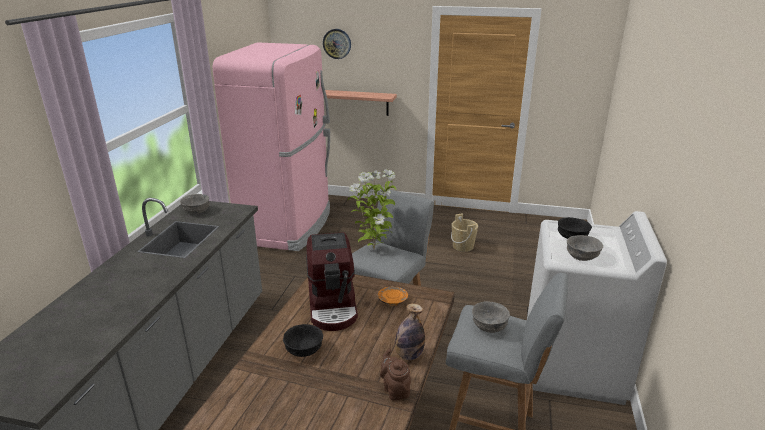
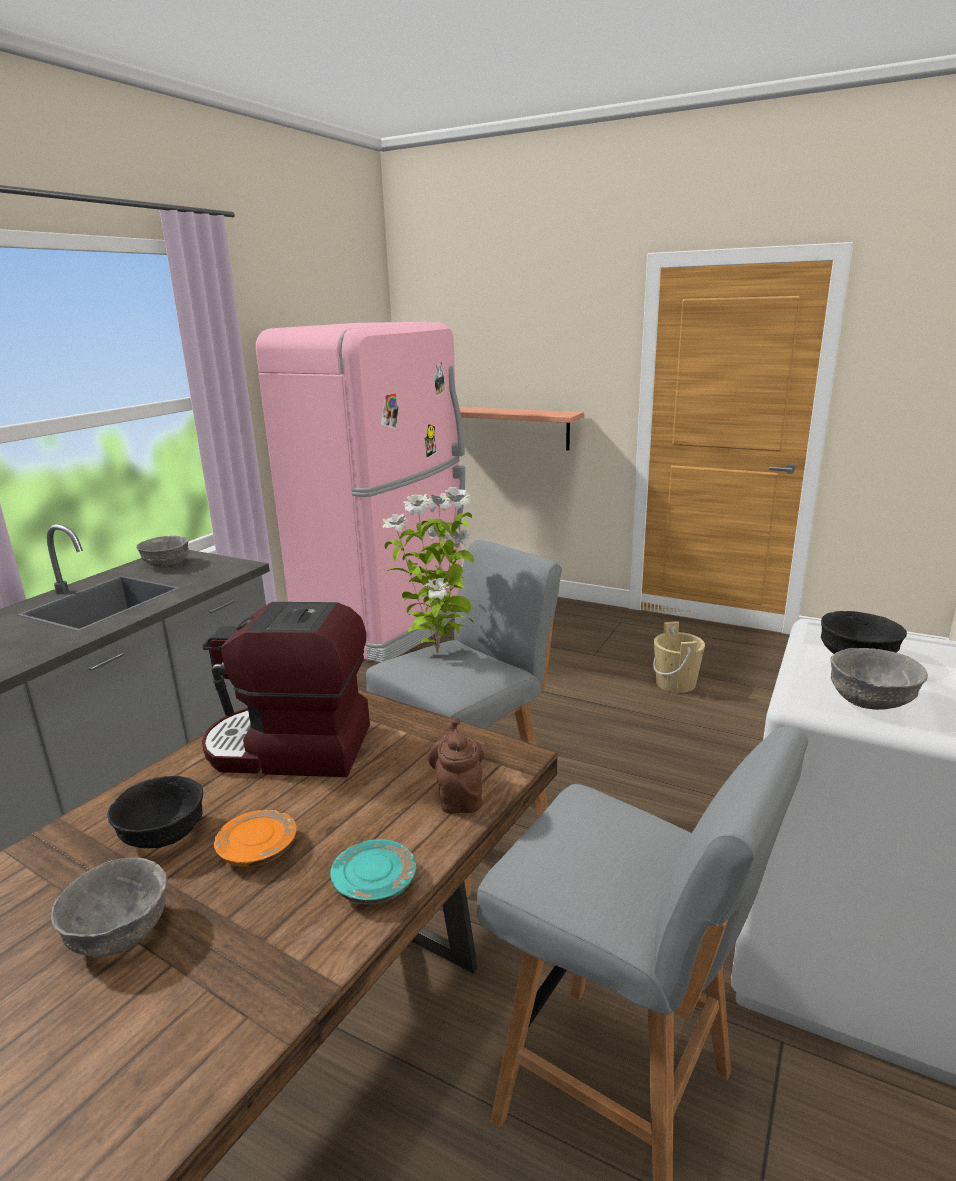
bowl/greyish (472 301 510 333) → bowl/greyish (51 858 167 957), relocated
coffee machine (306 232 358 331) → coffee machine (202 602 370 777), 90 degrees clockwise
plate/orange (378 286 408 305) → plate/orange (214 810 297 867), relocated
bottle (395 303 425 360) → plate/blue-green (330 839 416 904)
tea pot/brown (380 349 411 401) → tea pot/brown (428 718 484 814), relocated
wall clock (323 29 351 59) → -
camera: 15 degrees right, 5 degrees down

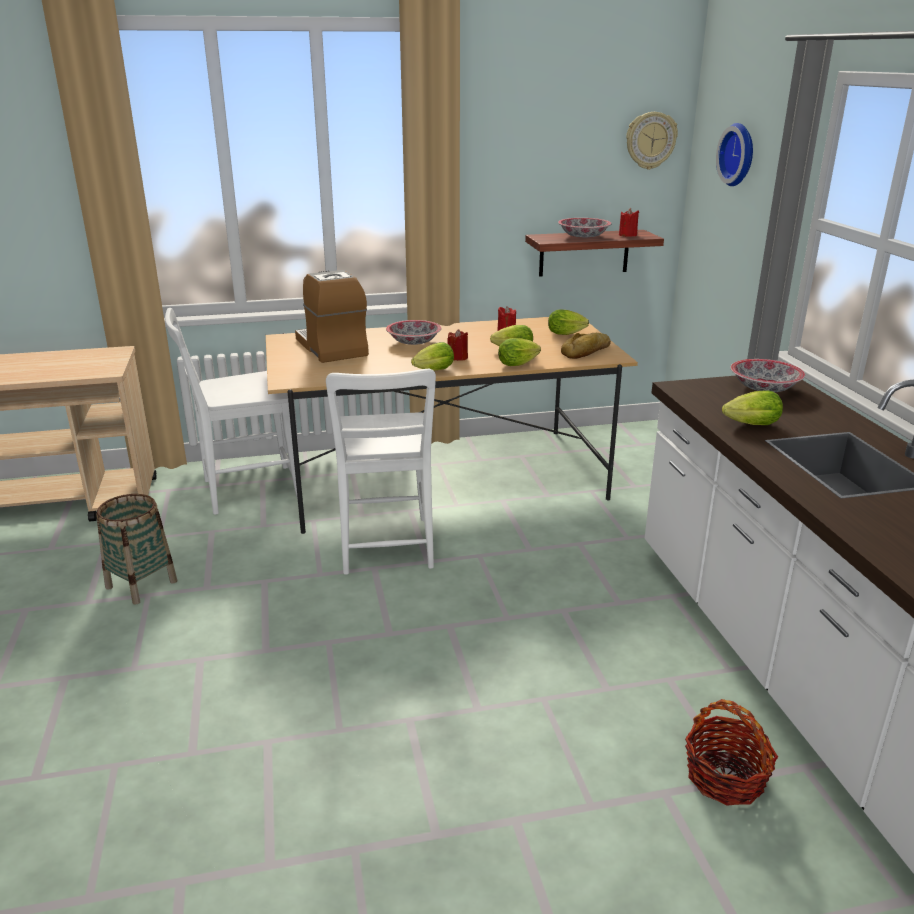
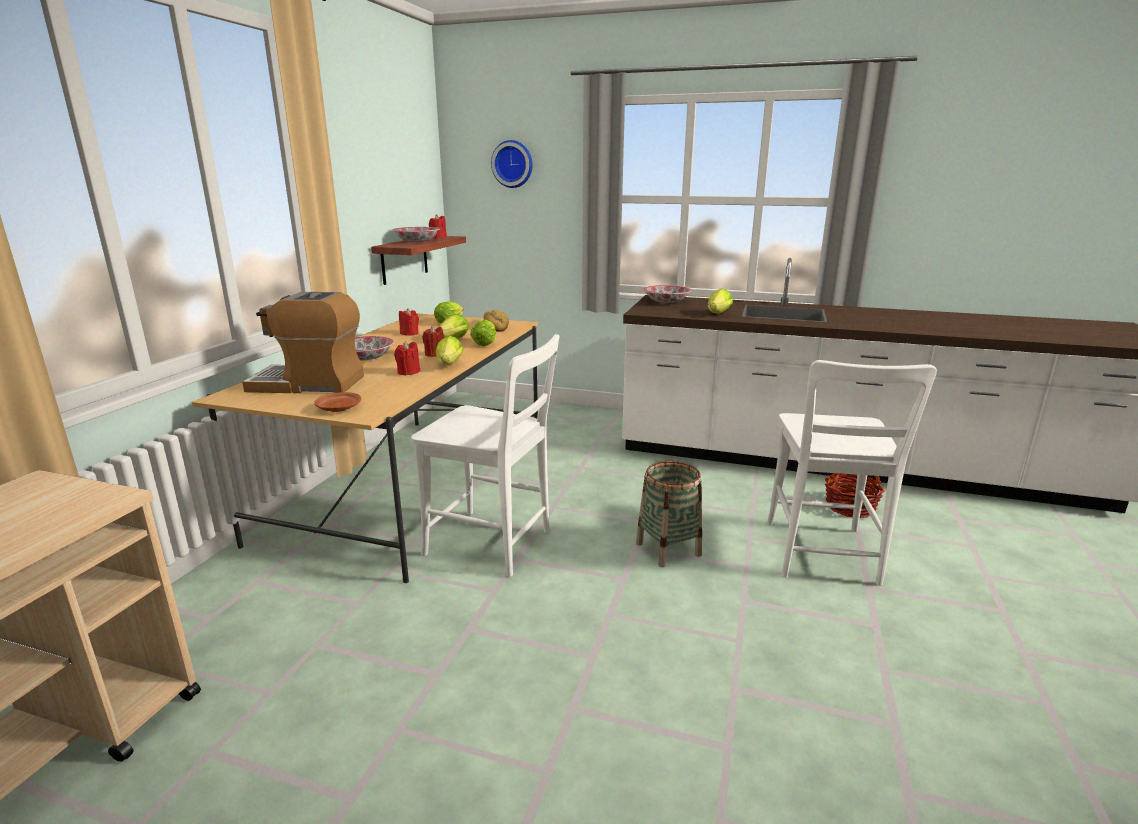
- → plate/brown (314 392 361 412)
- → candle/red-coloured (394 341 420 375)
basket (96 494 178 605) → basket (636 461 702 567), relocated
chair/whitish (165 308 298 515) → chair/whitish (767 360 937 586), relocated
wall clock (626 112 678 170) → -
camera: 60 degrees left, 5 degrees down

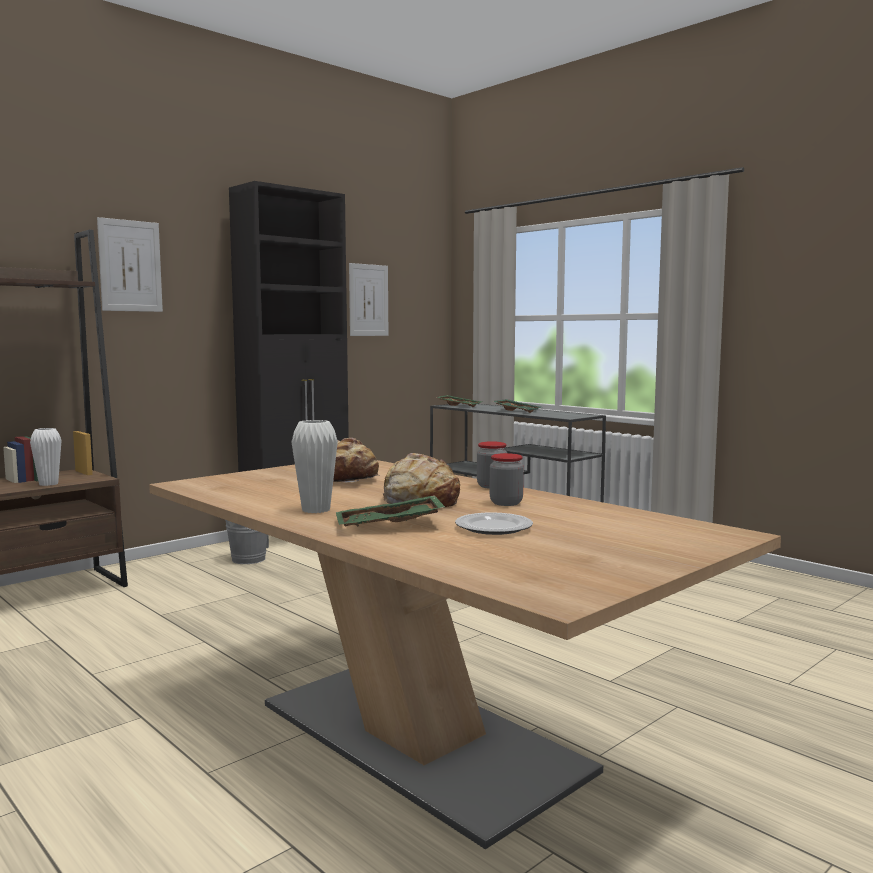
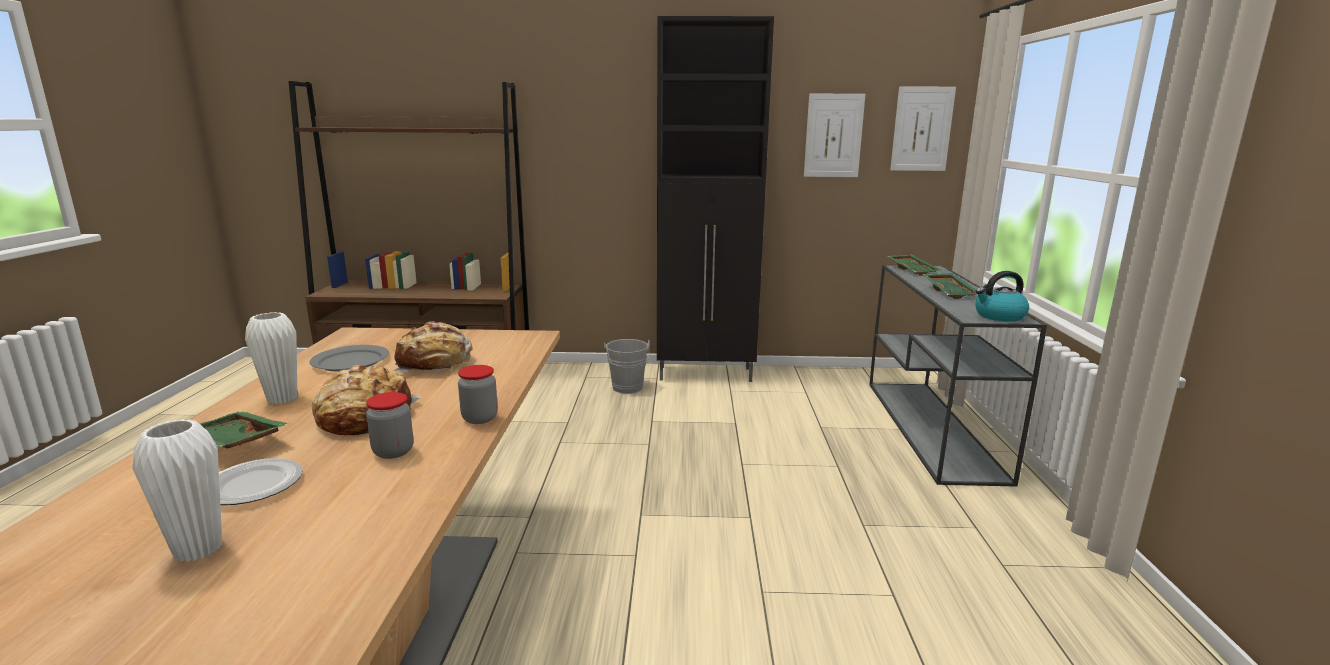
vase/whitish (30 428 62 486) → vase/whitish (132 419 222 562), relocated
- → plate/greyish (309 345 389 372)
wall art (97 217 163 312) → wall art (890 86 956 171), relocated
- → tea kettle (975 271 1029 322)
camera: 45 degrees right, 10 degrees up

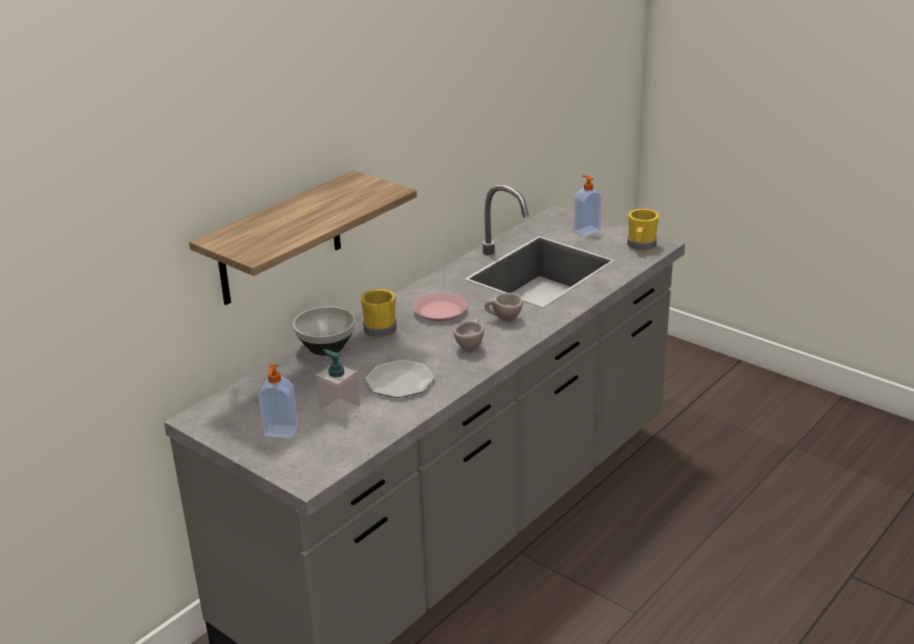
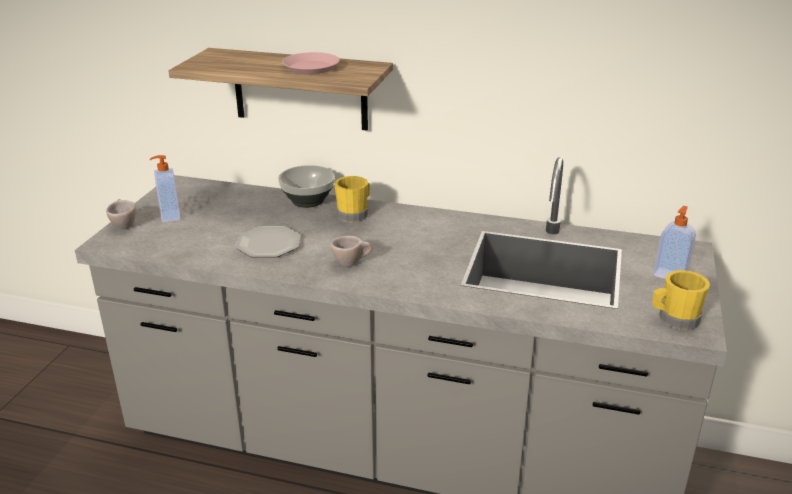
small cup/beige (484 293 523 322) → small cup/beige (106 199 136 229), relocated
plate/pinkish (413 293 467 322) → plate/pinkish (282 52 340 74), relocated
soap dispenser (316 349 360 421) → -
camera: 65 degrees right, 0 degrees up

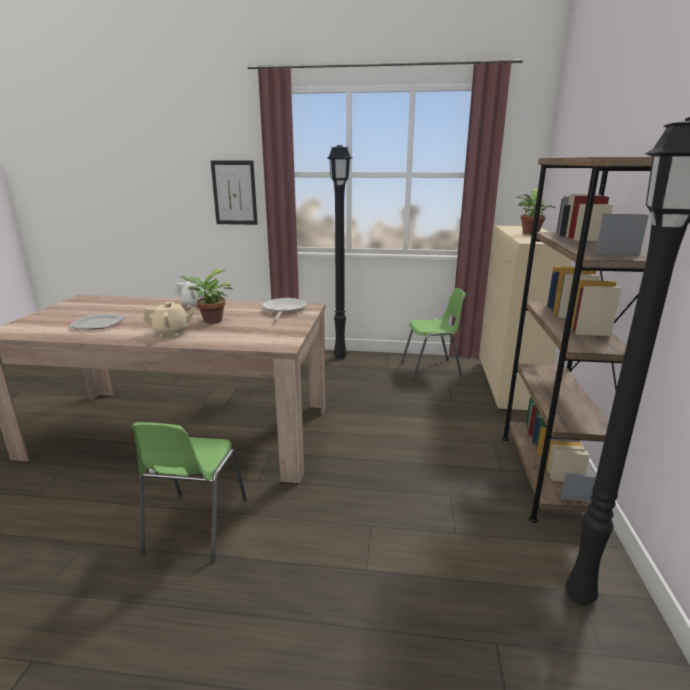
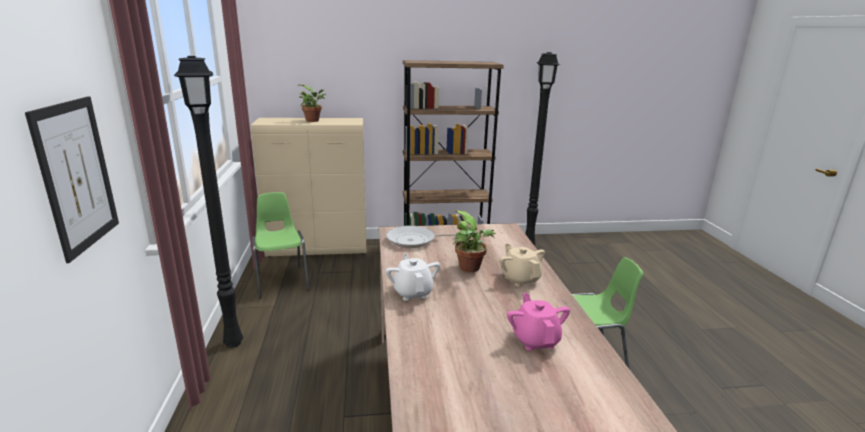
plate (68 314 125 329) → tea pot/pinkish (507 293 570 351)
camera: 105 degrees left, 0 degrees up

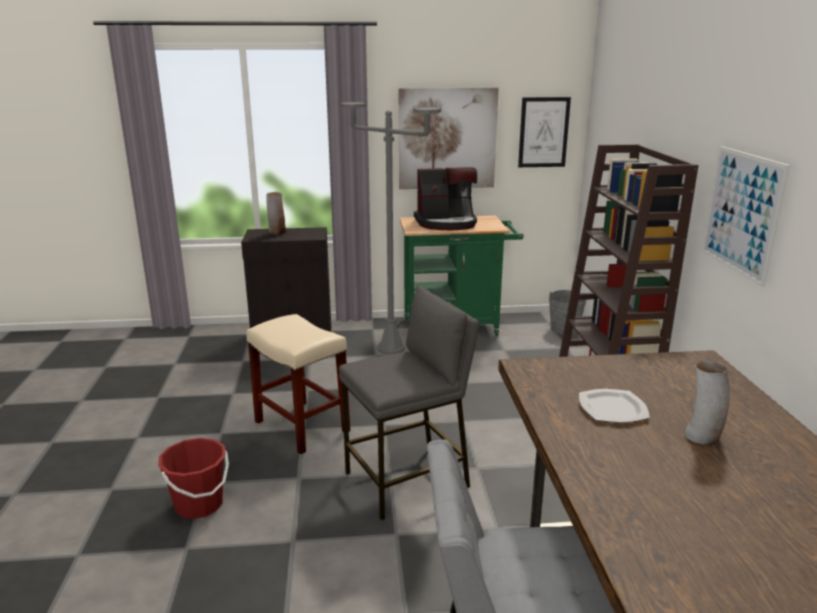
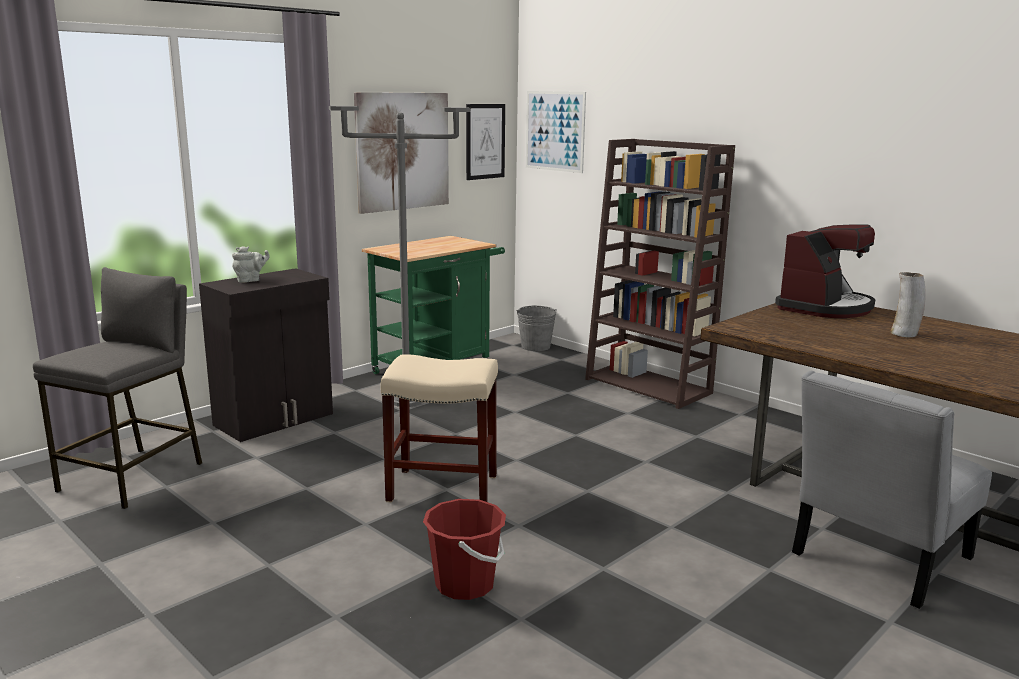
stool seat/greyish (339 284 479 520) → stool seat/greyish (33 267 202 509), relocated
vase (266 192 286 235) → tea pot/greyish (232 246 270 283)
wall art (702 146 790 287) → wall art (526 91 586 173), relocated
coffee machine (414 167 477 230) → coffee machine (775 224 876 318), relocated
plate (579 389 650 423) → -
camera: 40 degrees left, 5 degrees down

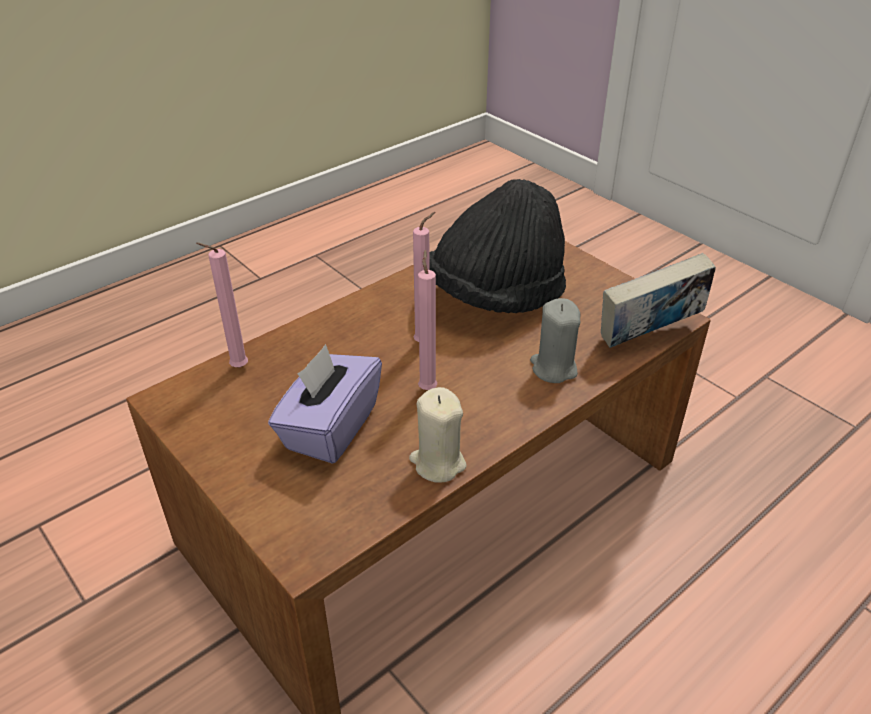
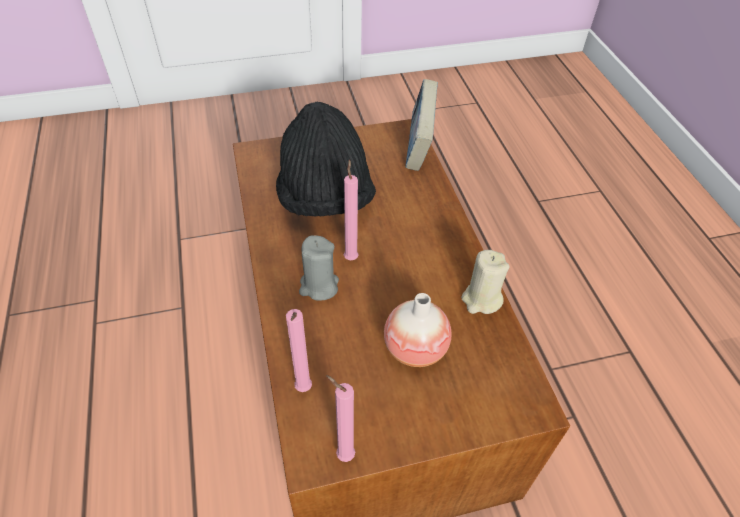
candle/greyish (530 298 580 383) → candle/greyish (299 235 339 301), relocated
candle/pinkish (418 250 437 390) → candle/pinkish (326 375 355 462), relocated
box of tissues/purple-coloured (268 344 382 464) → vase (384 293 452 367)
camera: 65 degrees left, 10 degrees up

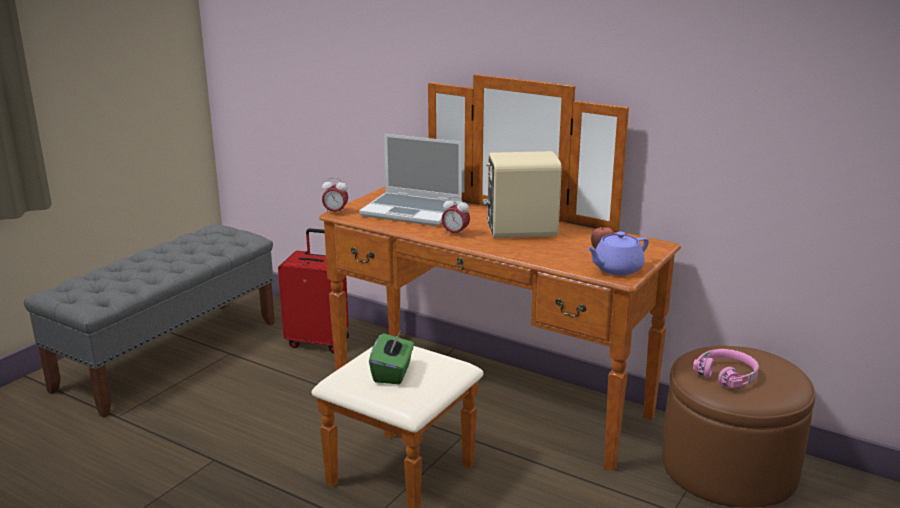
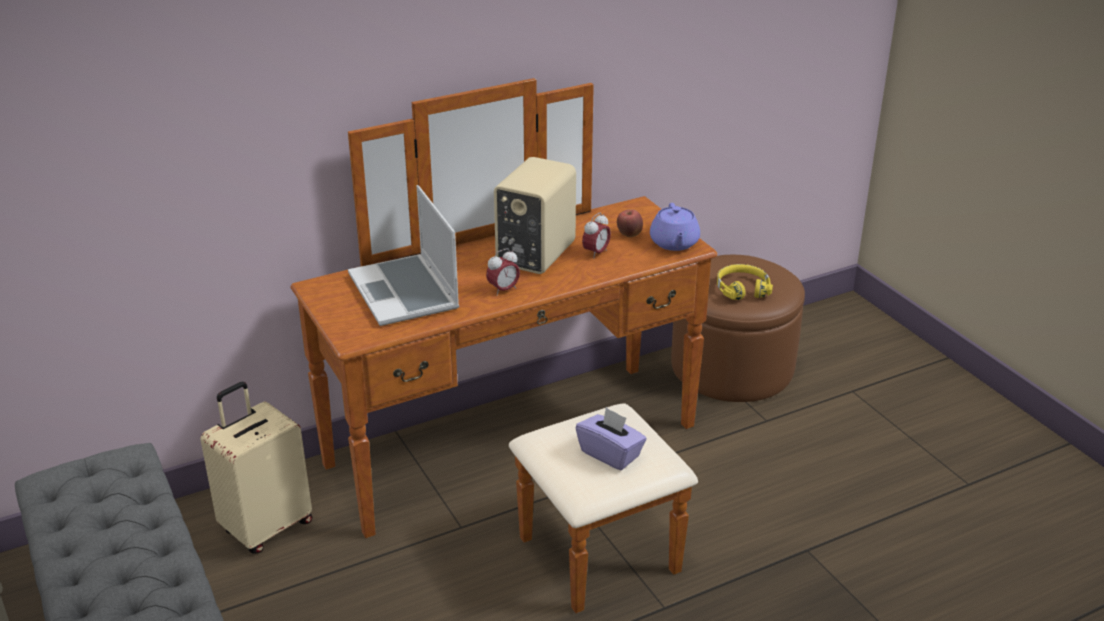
travel case/red-coloured (278 228 349 353) → travel case/beige (200 382 313 554)
laptop (359 134 462 226) → laptop (348 185 459 326), 105 degrees clockwise
box of tissues/greenish (369 332 414 384) → box of tissues/purple-coloured (576 407 647 471)
bedside clock (322 178 348 215) → bedside clock (582 213 611 259), relocated
pair of headphones/pinkish (693 349 759 388) → pair of headphones/yellow (717 264 773 300)
camera: 60 degrees left, 10 degrees up

